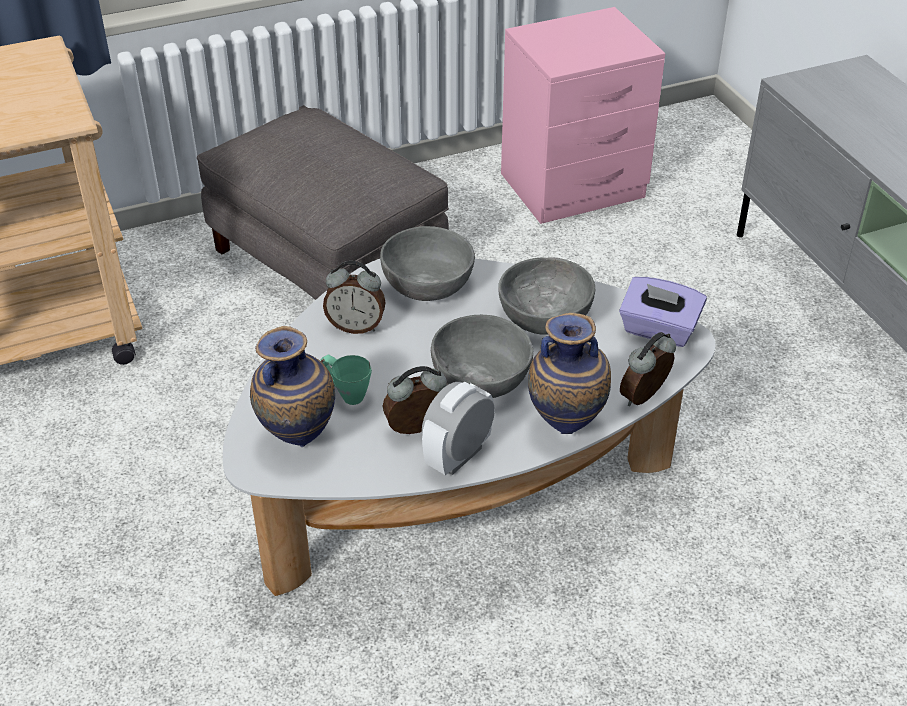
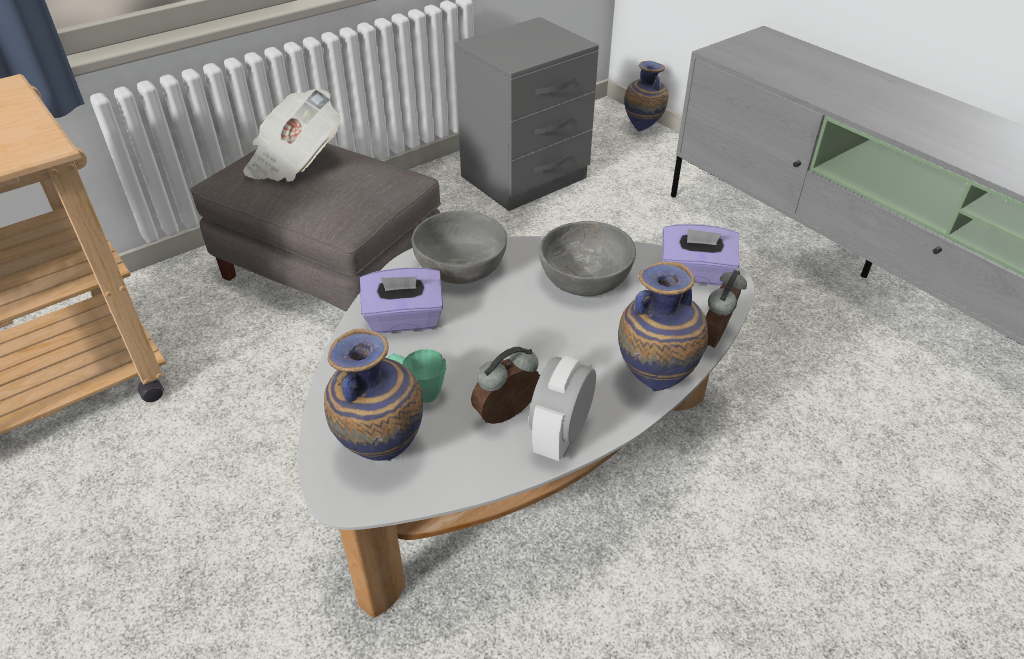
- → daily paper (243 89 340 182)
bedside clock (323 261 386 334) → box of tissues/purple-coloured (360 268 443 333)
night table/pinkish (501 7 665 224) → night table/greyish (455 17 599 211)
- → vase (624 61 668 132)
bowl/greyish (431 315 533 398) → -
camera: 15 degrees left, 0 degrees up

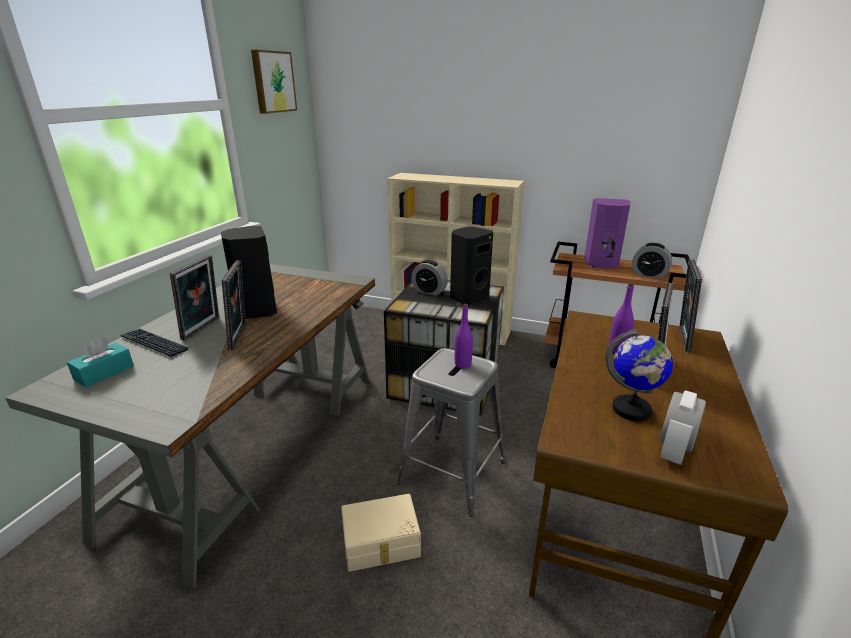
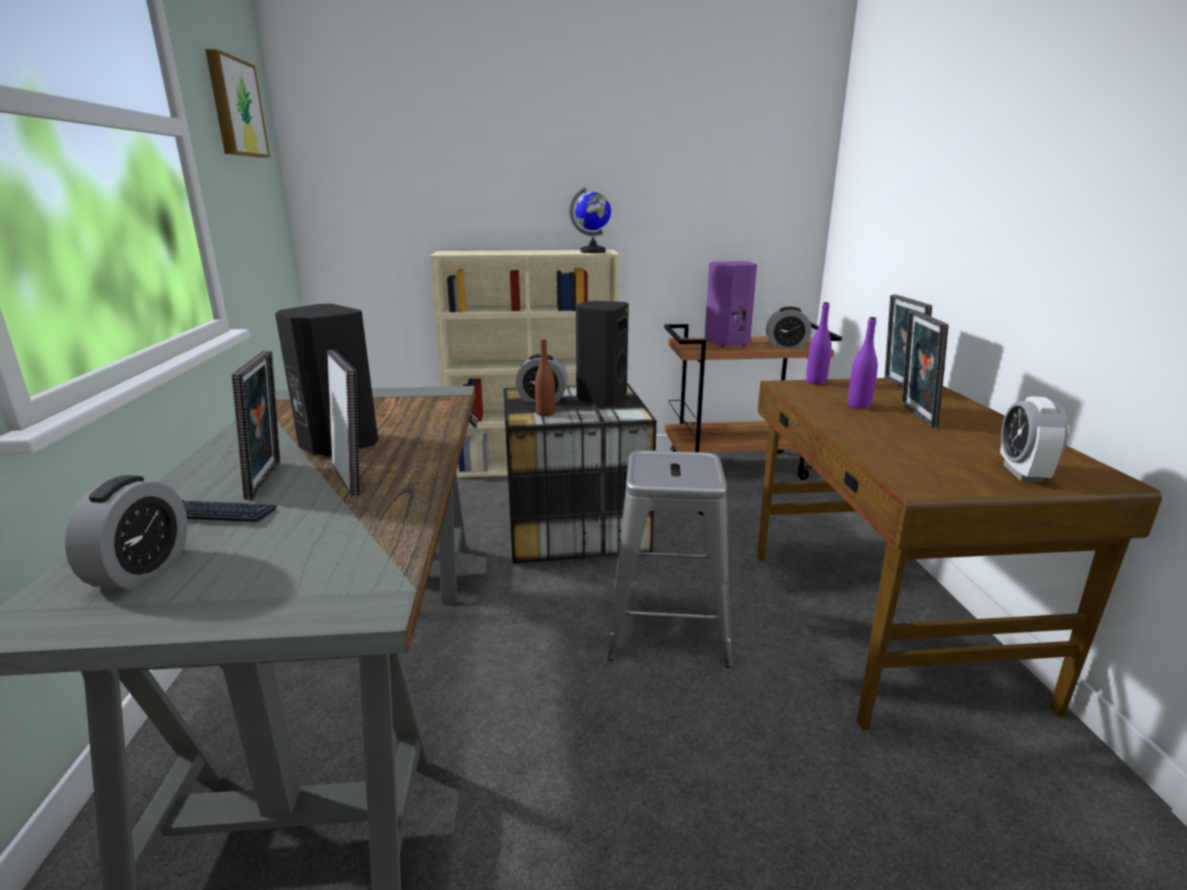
box of tissues/blue-green (67 337 134 387) → bedside clock (65 475 188 590)
- → bottle/brown (535 339 555 416)
world globe (605 329 673 421) → world globe (569 187 611 253), relocated
bottle/purple-coloured (455 304 473 369) → bottle/purple-coloured (806 302 832 385), relocated
storage container/beige (341 494 421 572) → -
camera: 25 degrees left, 5 degrees down

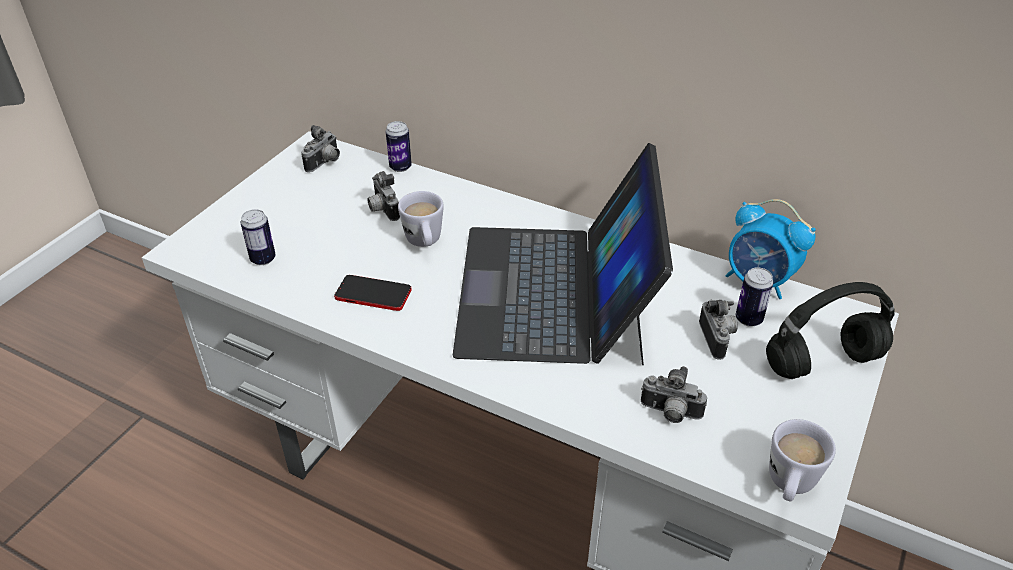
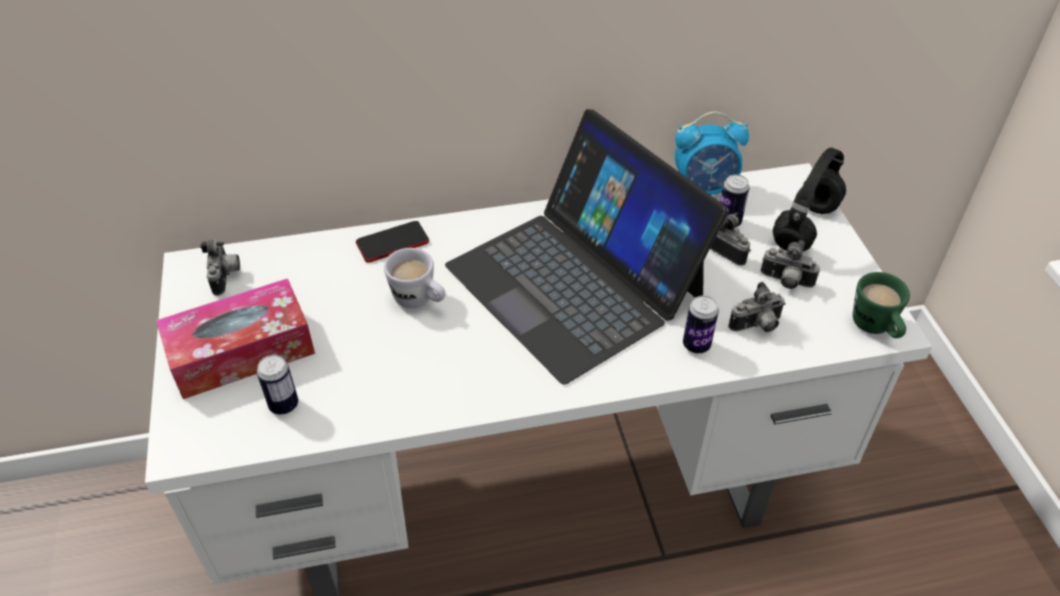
- → box of tissues (156 278 315 399)
telephone (334 275 412 311) → telephone (356 221 429 262), relocated
can (386 121 412 172) → can (683 296 719 353), relocated
still camera (367 171 400 221) → still camera (761 240 820 289), relocated
tea mug/whitish (769 419 836 501) → tea mug/greenish (853 272 910 338)
camera: 40 degrees left, 5 degrees up

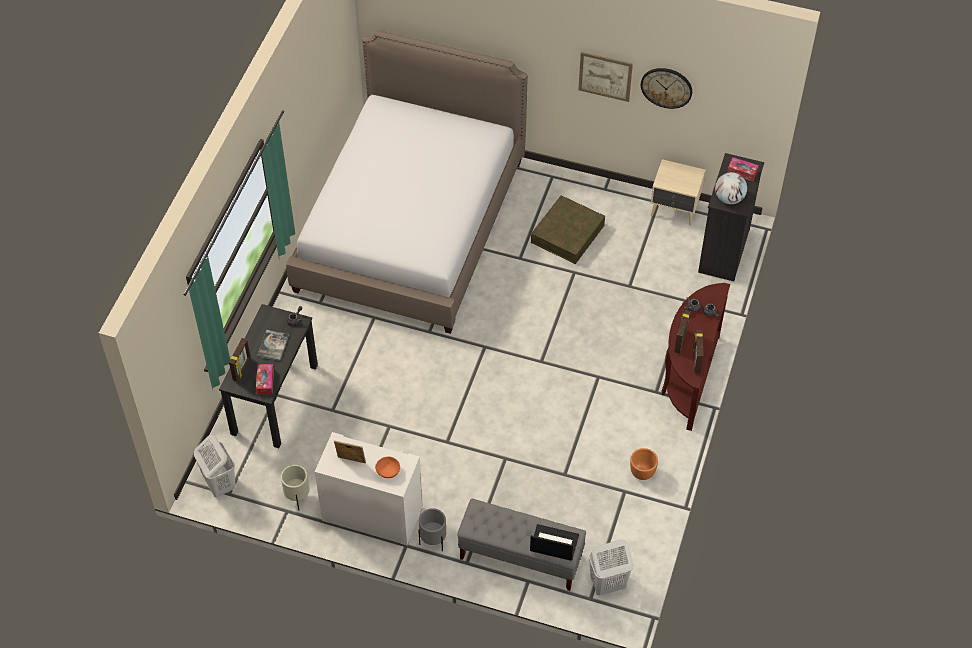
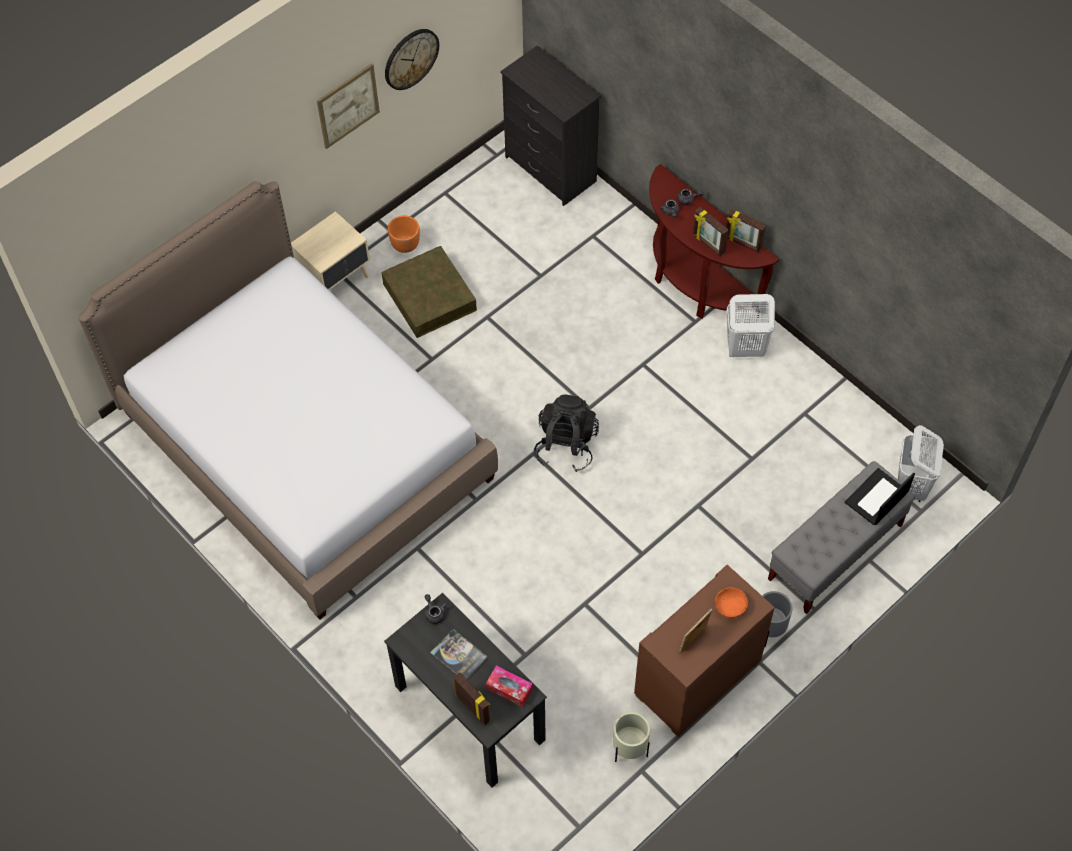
night table/beige (651 159 706 226) → night table/beige (291 211 370 290), relocated
planter/orange (630 448 658 480) → planter/orange (388 215 420 253), relocated
- → backpack/black (534 394 599 472)
drawer chest/whitish (315 432 423 546) → drawer chest/brown (634 565 775 737)
hamper/whitish (194 435 236 497) → hamper/whitish (727 294 775 357), relocated
world globe (715 172 747 204) → -
box of tissues (727 157 759 181) → -
camera: 60 degrees left, 5 degrees up

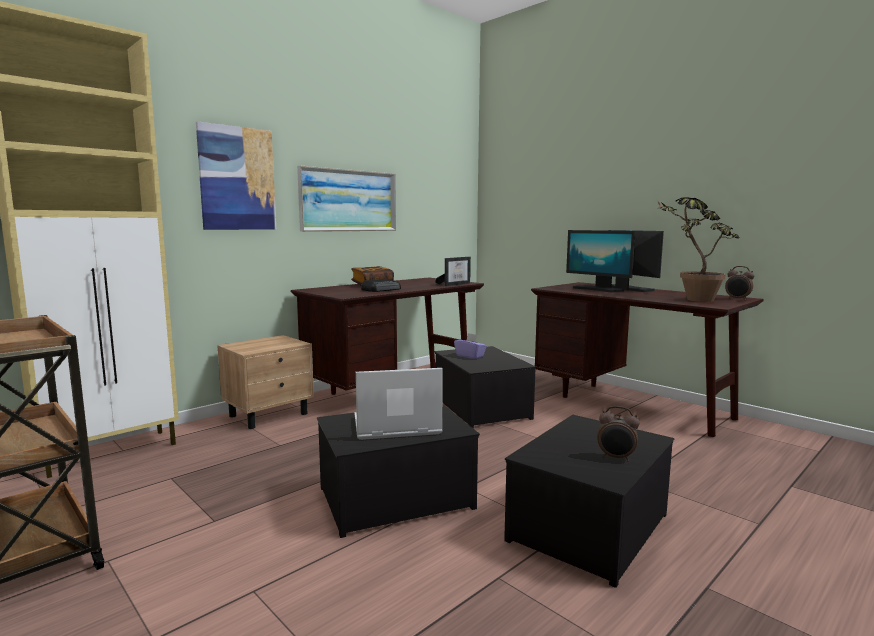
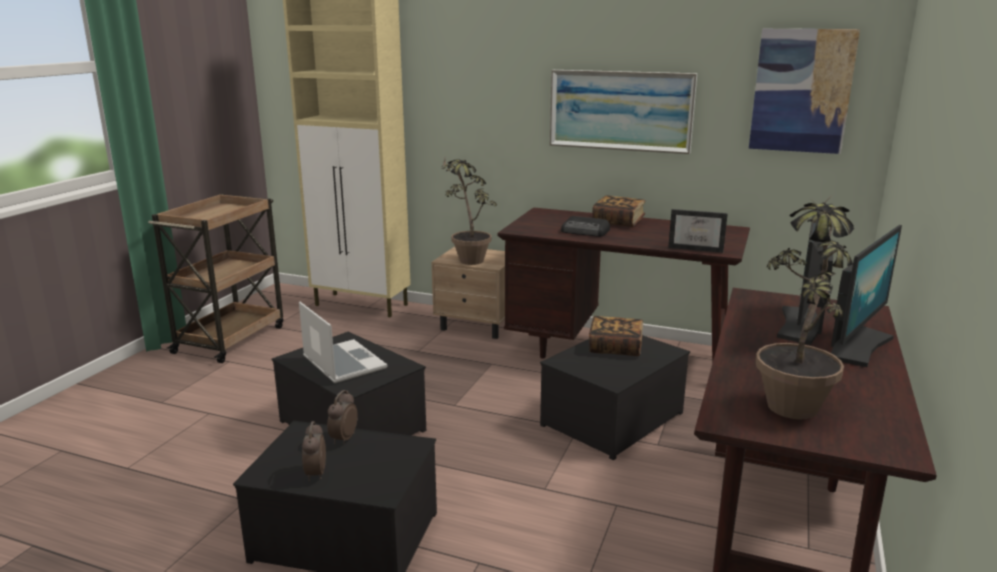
bedside clock (725 266 754 301) → bedside clock (327 390 358 444), relocated
- → plant in a pot (442 159 497 265)
box of tissues/purple-coloured (454 333 487 359) → book (589 316 643 356)
wall art (196 121 276 230) → wall art (749 29 860 154), relocated
camera: 65 degrees right, 10 degrees up

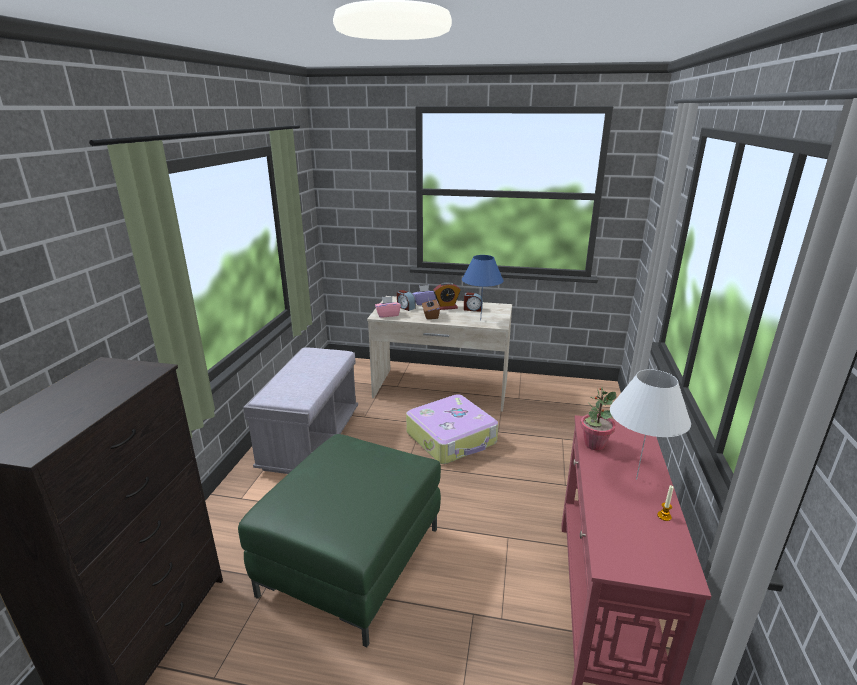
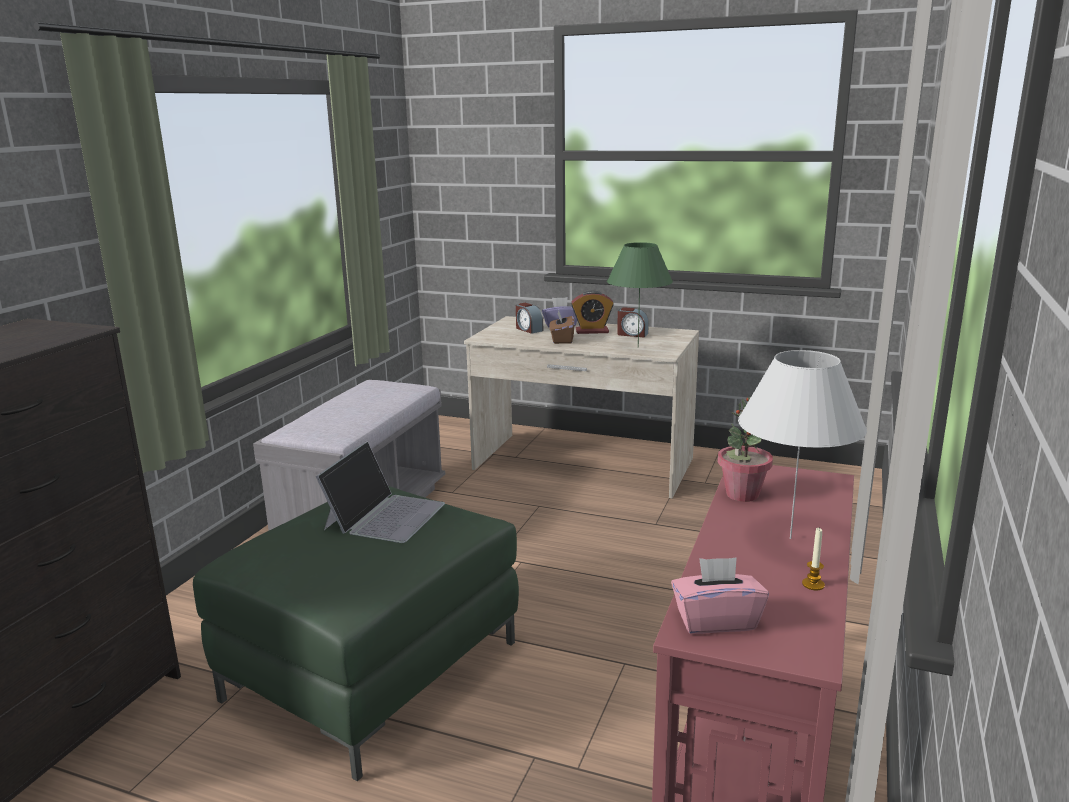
- → laptop (316 441 445 543)
table lamp/blue (462 255 504 311) → table lamp/greenish (607 242 673 348)
box of tissues/pinkish (375 296 401 318) → box of tissues/pinkish (671 557 769 634), relocated
travel case (406 394 498 464) → -
camera: 10 degrees right, 5 degrees down

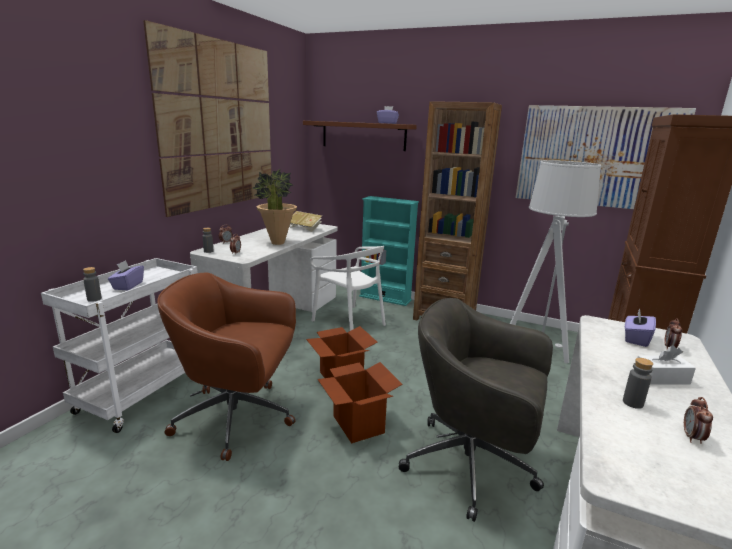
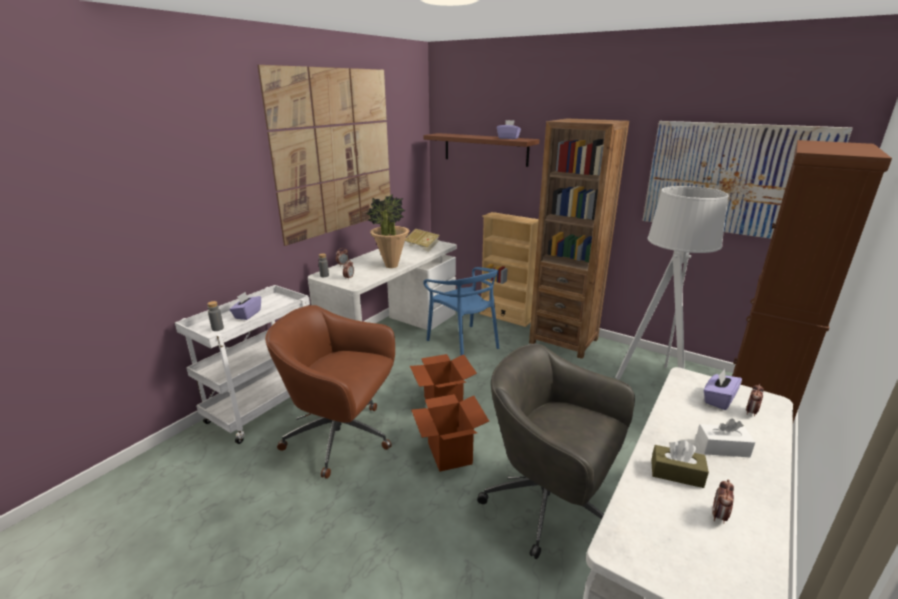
chair/whitish (309 246 386 331) → chair/blue (423 267 499 356)
bookshelf/blue-green (359 196 419 306) → bookshelf/beige (480 212 539 327)
bottle/greyish (623 358 653 409) → box of tissues/brown (651 440 709 488)
camera: 10 degrees right, 5 degrees up

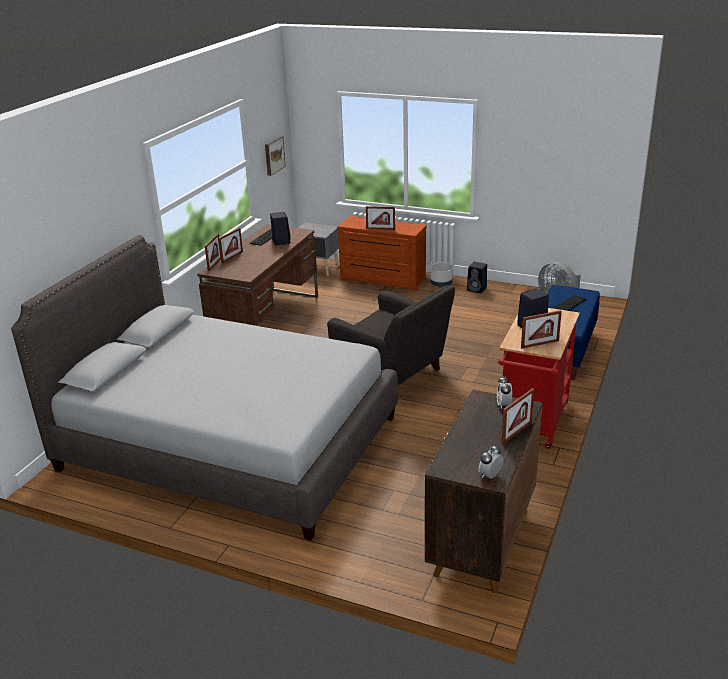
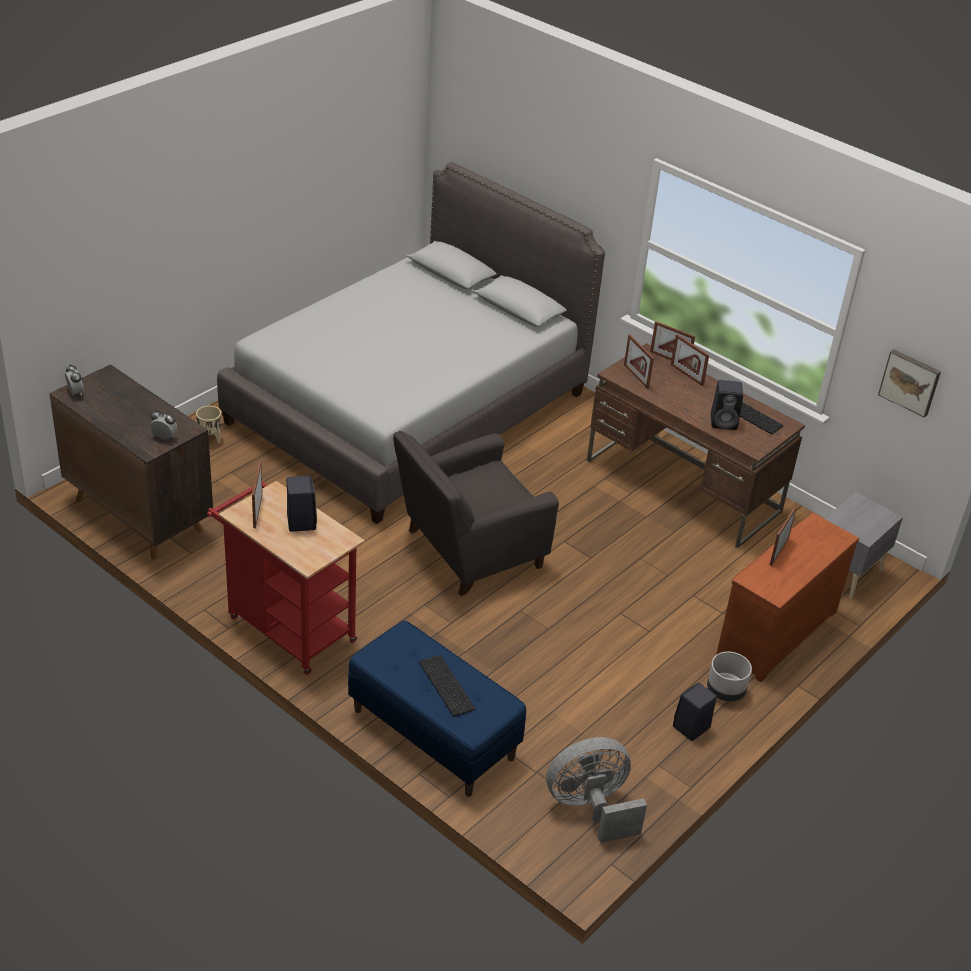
- → planter/beige (196 406 221 443)
picture frame (502 388 534 444) → picture frame (624 334 654 389), relocated
camera: 105 degrees right, 10 degrees up

